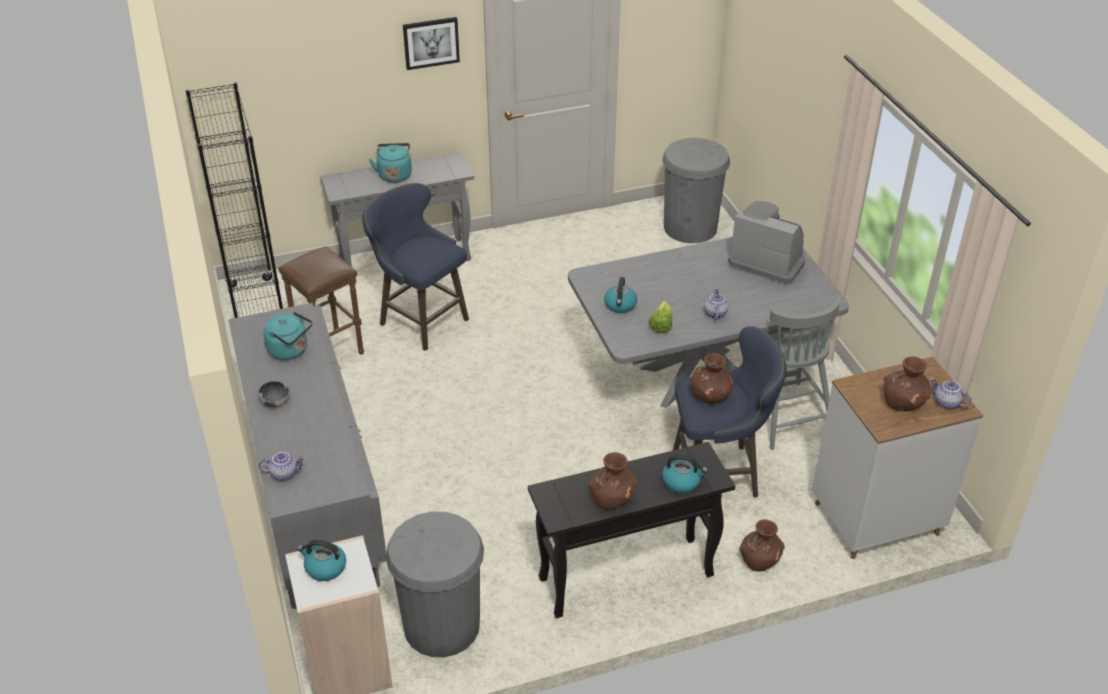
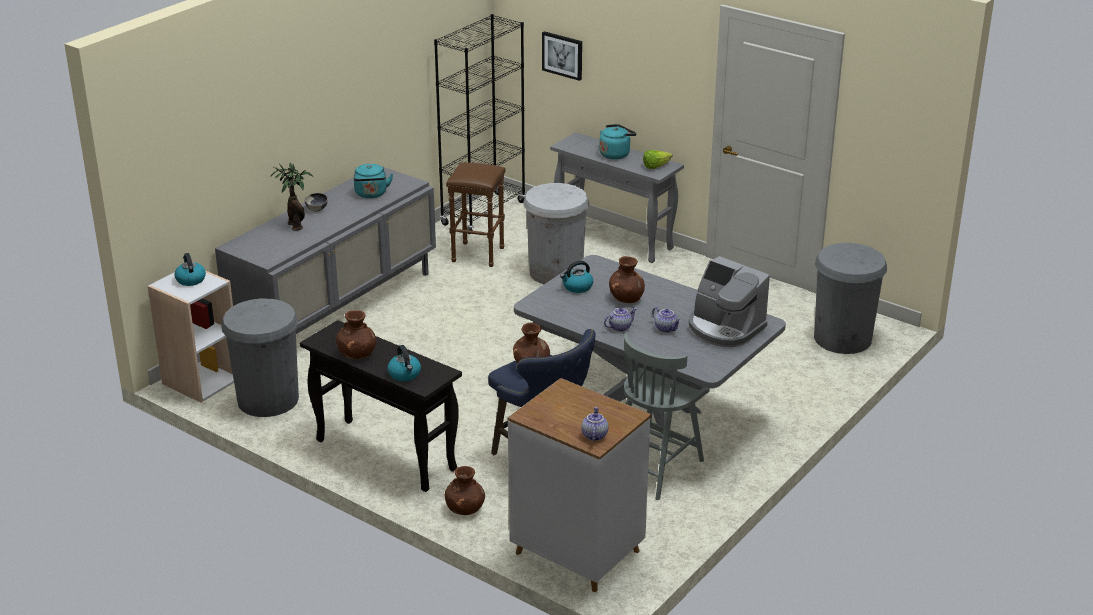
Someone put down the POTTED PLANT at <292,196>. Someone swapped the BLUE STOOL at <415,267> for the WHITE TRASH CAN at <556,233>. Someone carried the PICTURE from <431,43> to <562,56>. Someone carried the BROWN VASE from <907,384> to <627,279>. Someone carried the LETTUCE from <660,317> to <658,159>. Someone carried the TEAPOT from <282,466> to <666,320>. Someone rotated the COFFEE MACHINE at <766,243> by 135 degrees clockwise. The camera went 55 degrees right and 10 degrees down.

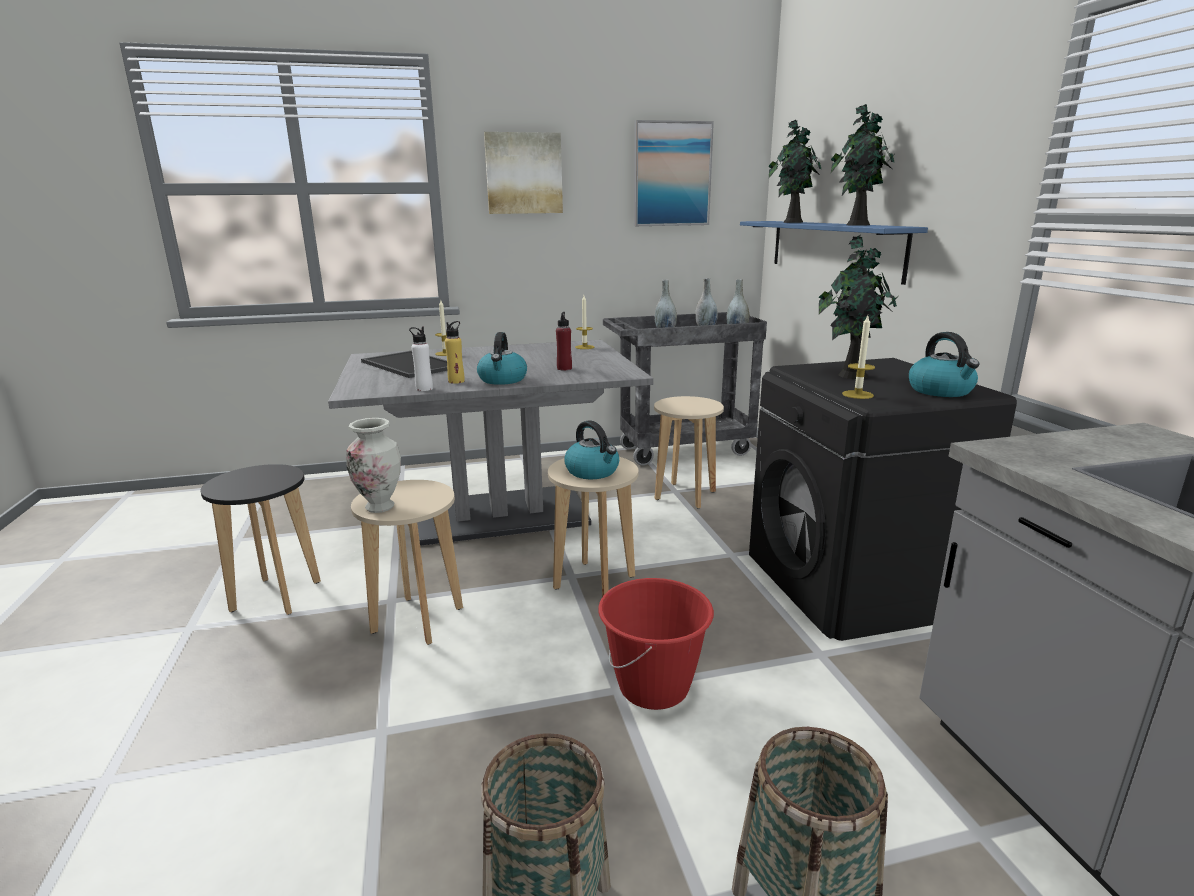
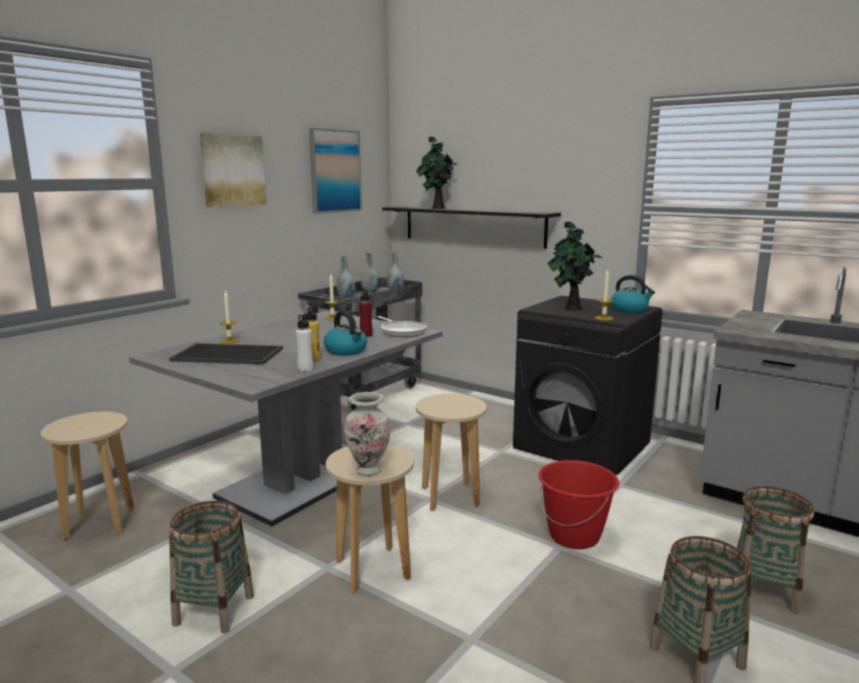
Someone carried the BEIGE STOOL from <689,452> to <87,476>. Someone swapped the BLACK STOOL at <260,539> for the BASKET at <211,567>. Someone put down the FRYING PAN at <402,326>. Someone repainted the BLUE SHELF at <834,253>, which became the BLACK SHELF at <471,227>. Someone took away the KETTLE at <591,449>. Someone took away the POTTED PLANT at <862,165>. The camera went 40 degrees left and 5 degrees down.

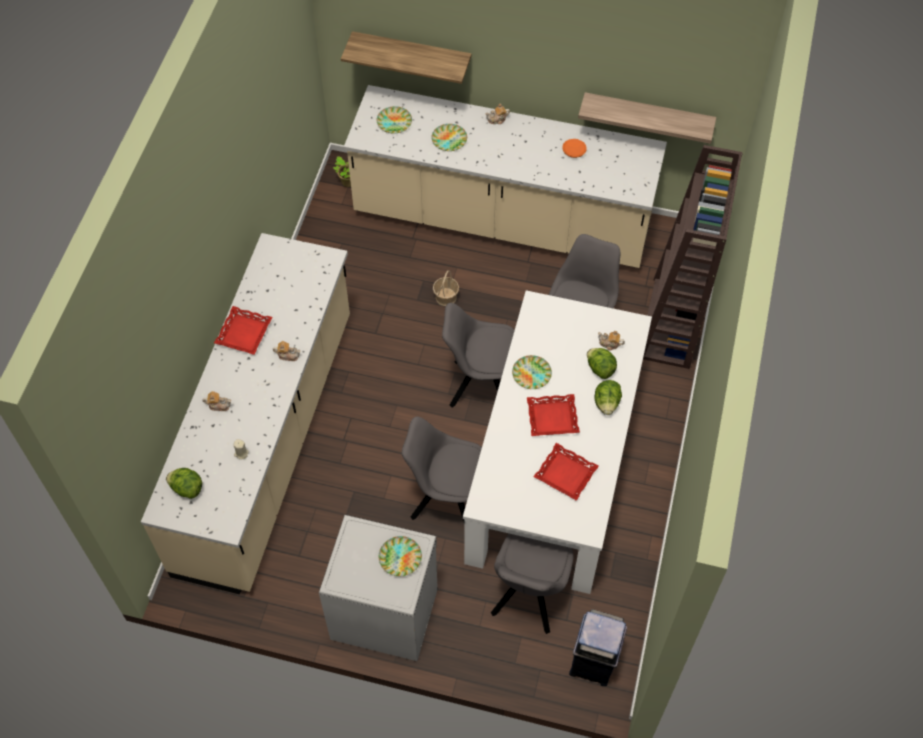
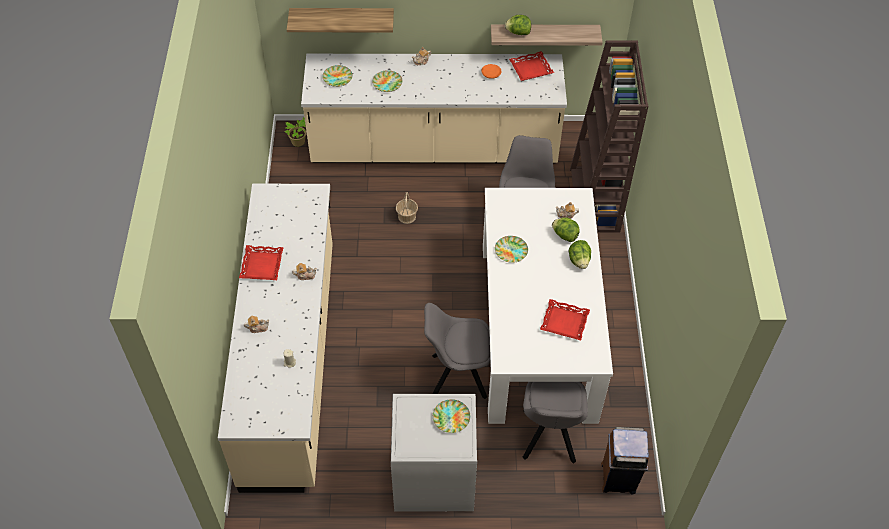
Someone carried the LETTUCE from <184,483> to <518,25>. Someone carried the RED TRAY from <553,415> to <531,66>. Someone repainted the BLUE TRASH CAN at <598,647>, which became the BROWN TRASH CAN at <625,460>. Someone took away the GREY CHAIR at <478,355>. The camera went 15 degrees left and 5 degrees down.

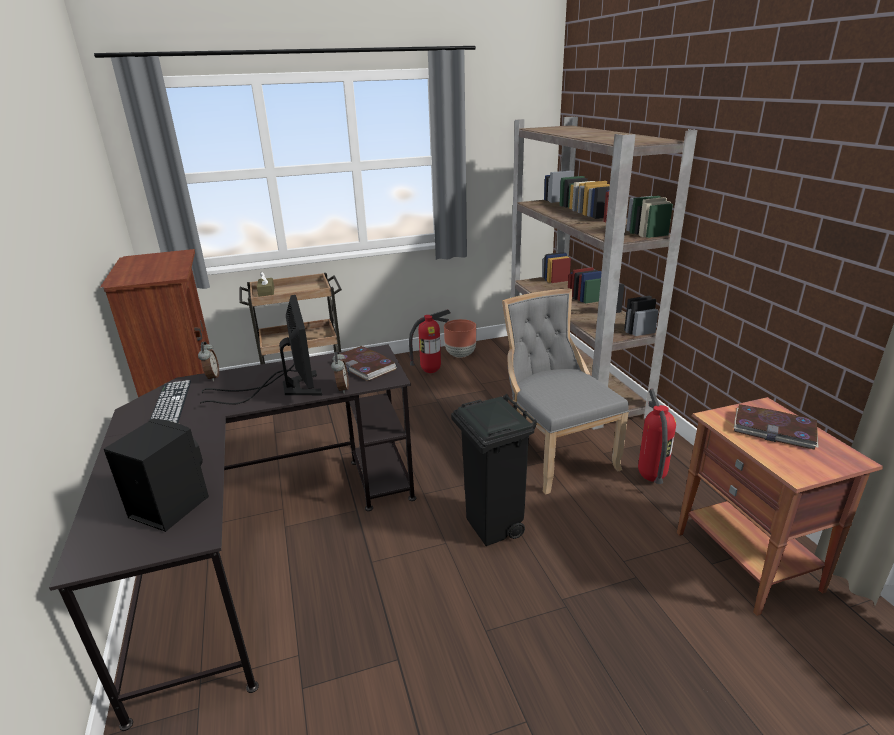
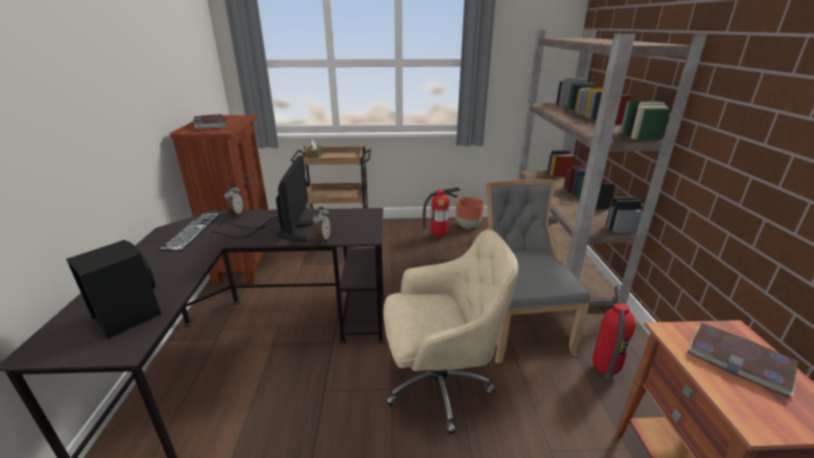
Someone carried the BOOK from <365,363> to <209,122>. Someone swapped the BLACK TRASH CAN at <494,470> for the BEIGE OFFICE CHAIR at <450,331>. The camera went 15 degrees right and 0 degrees up.

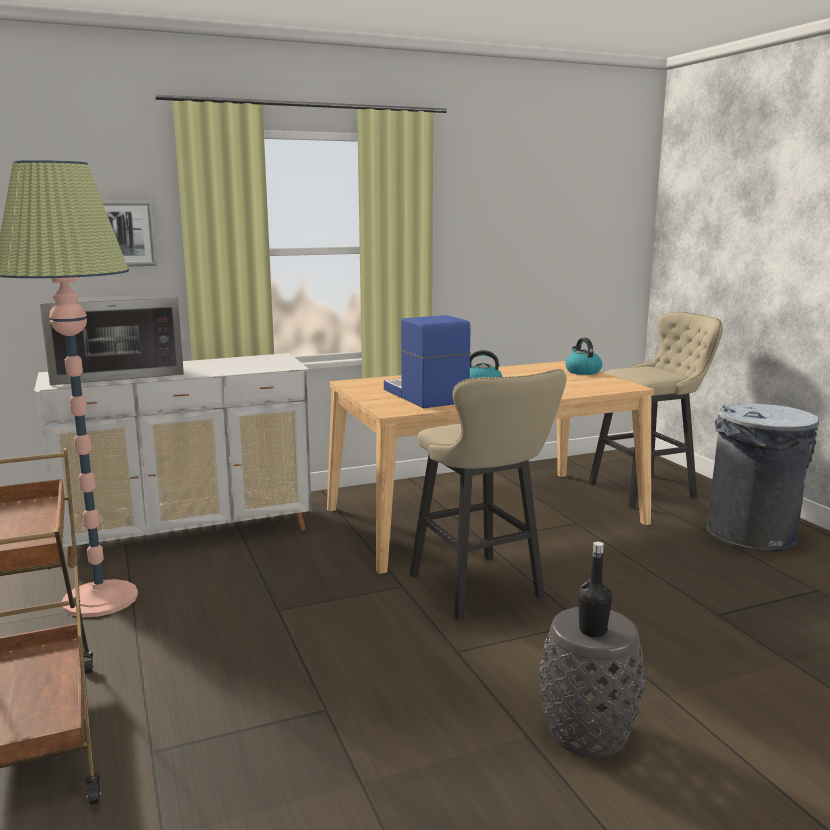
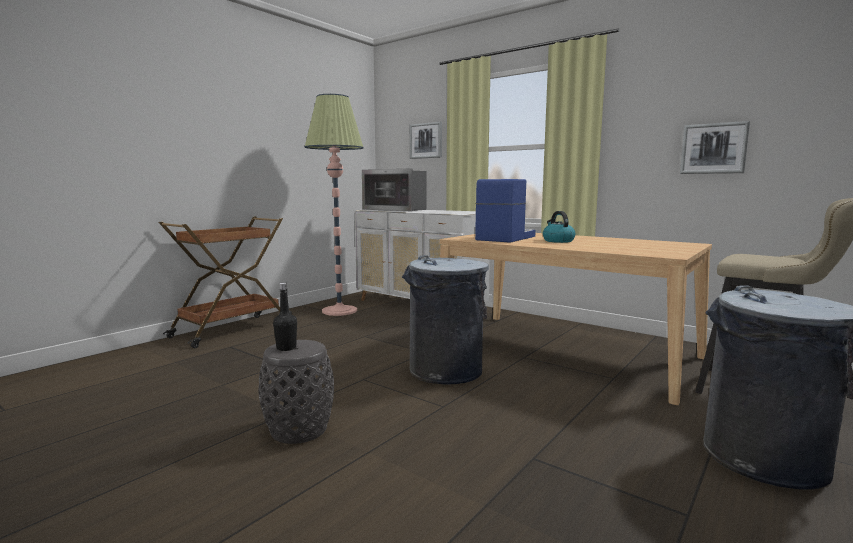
Someone swapped the BEIGE STOOL at <488,494> for the GREY TRASH CAN at <445,320>. Someone put up the PICTURE at <715,147>. Someone took away the KETTLE at <583,356>. The camera went 60 degrees right and 5 degrees down.

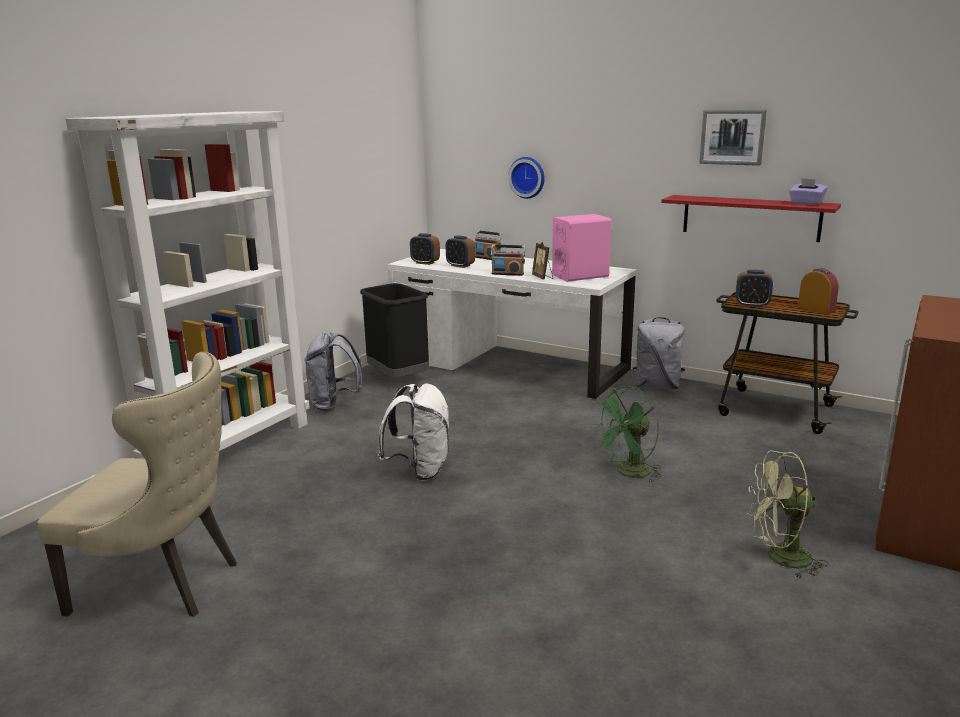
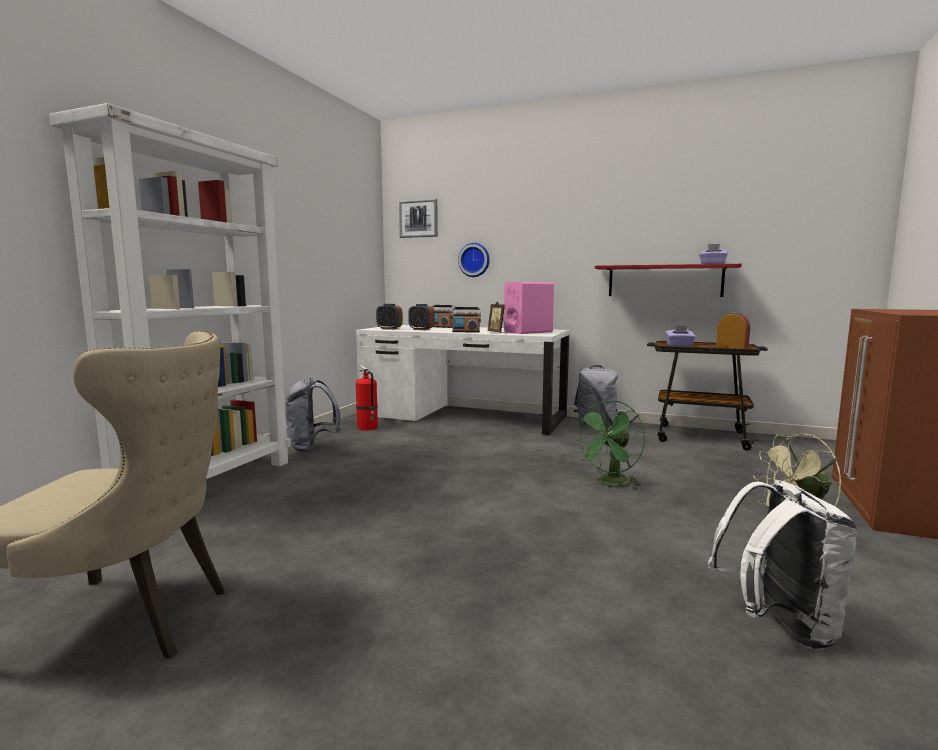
Someone swapped the BLACK TRASH CAN at <394,330> for the FIRE EXTINGUISHER at <367,397>. Someone carried the PICTURE from <733,138> to <418,218>. Someone swapped the ALARM CLOCK at <754,289> for the PURPLE TISSUE BOX at <680,336>. Someone carried the WHITE BACKPACK from <413,432> to <783,565>. The camera went 10 degrees left and 10 degrees down.

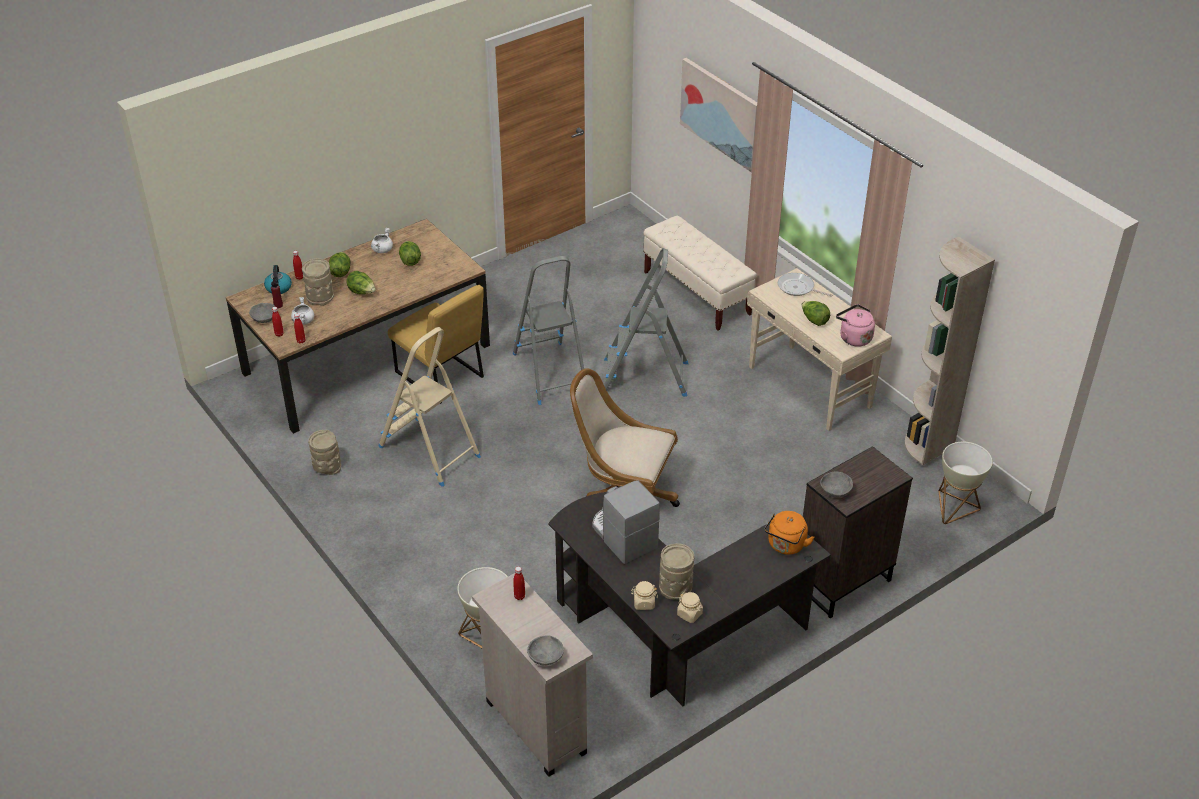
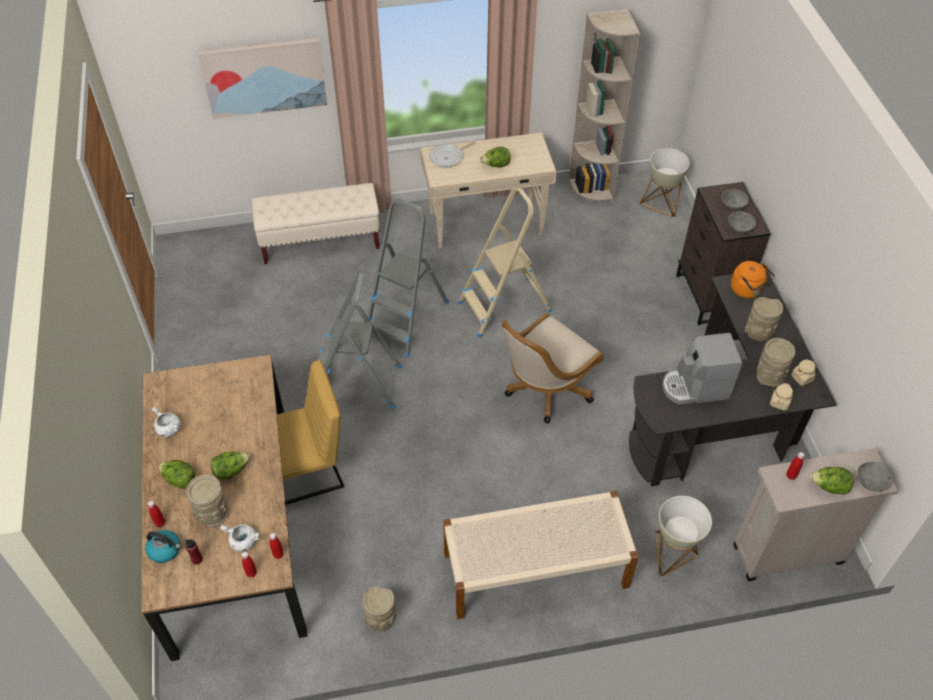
Someone put down the BEIGE BENCH at <541,555>. Someone carried the BEIGE STEP LADDER from <430,407> to <504,262>. Someone carried the GREY BOWL from <262,313> to <735,199>. Someone put down the BEIGE VASE at <764,319>. Someone carried the LETTUCE from <410,253> to <831,480>. Someone took away the PINK KETTLE at <855,325>. The camera went 65 degrees left and 10 degrees up.

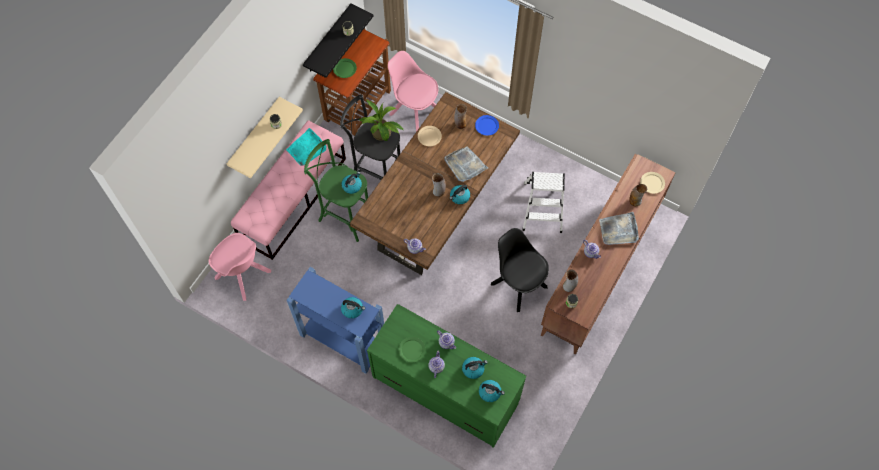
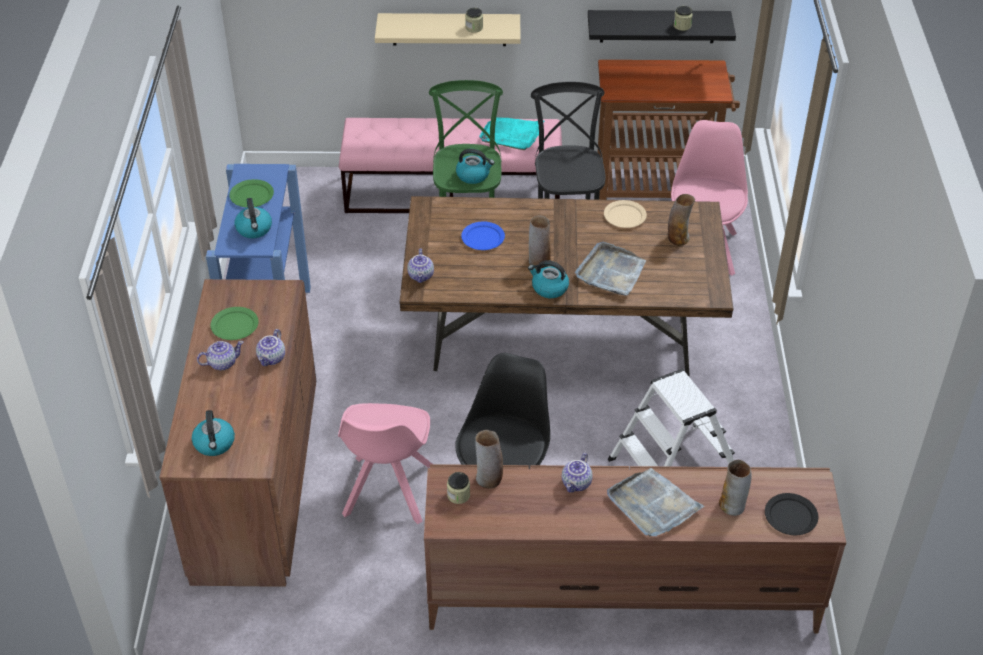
Someone repainted the GREEN DRESSER at <446,376>, which became the BROWN DRESSER at <237,433>. Someone carried the GREEN PLATE from <345,68> to <251,193>. Someone carried the PINK CHAIR from <240,267> to <385,463>. Someone carried the BLUE PLATE from <487,125> to <483,235>. Someone repainted the BEIGE PLATE at <652,183>, which became the BLACK PLATE at <791,514>. Someone took away the POTTED PLANT at <381,120>. Someone took away the KETTLE at <475,368>. The camera went 60 degrees right and 20 degrees down.

